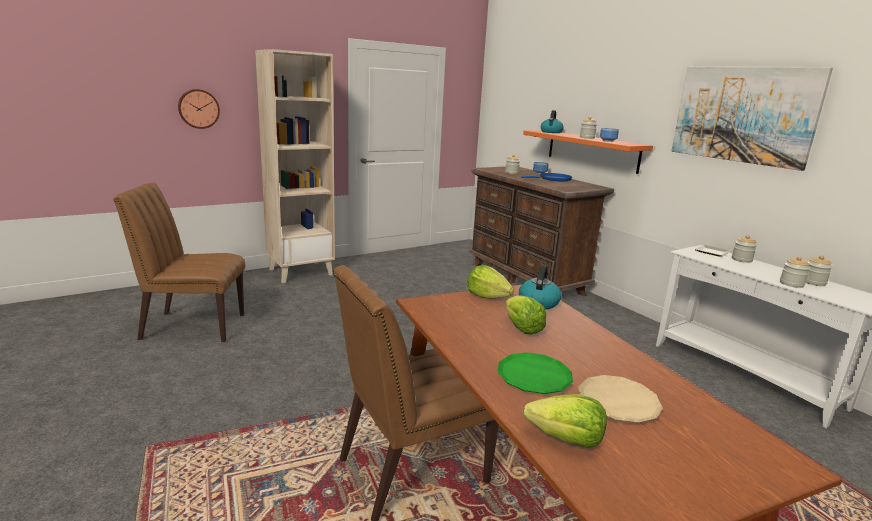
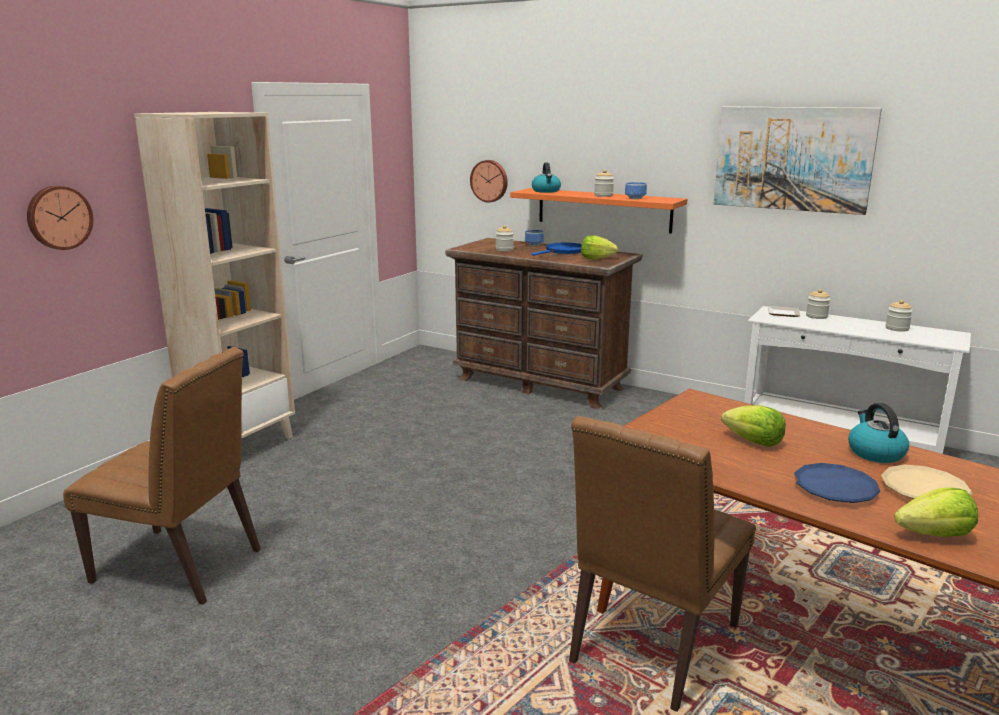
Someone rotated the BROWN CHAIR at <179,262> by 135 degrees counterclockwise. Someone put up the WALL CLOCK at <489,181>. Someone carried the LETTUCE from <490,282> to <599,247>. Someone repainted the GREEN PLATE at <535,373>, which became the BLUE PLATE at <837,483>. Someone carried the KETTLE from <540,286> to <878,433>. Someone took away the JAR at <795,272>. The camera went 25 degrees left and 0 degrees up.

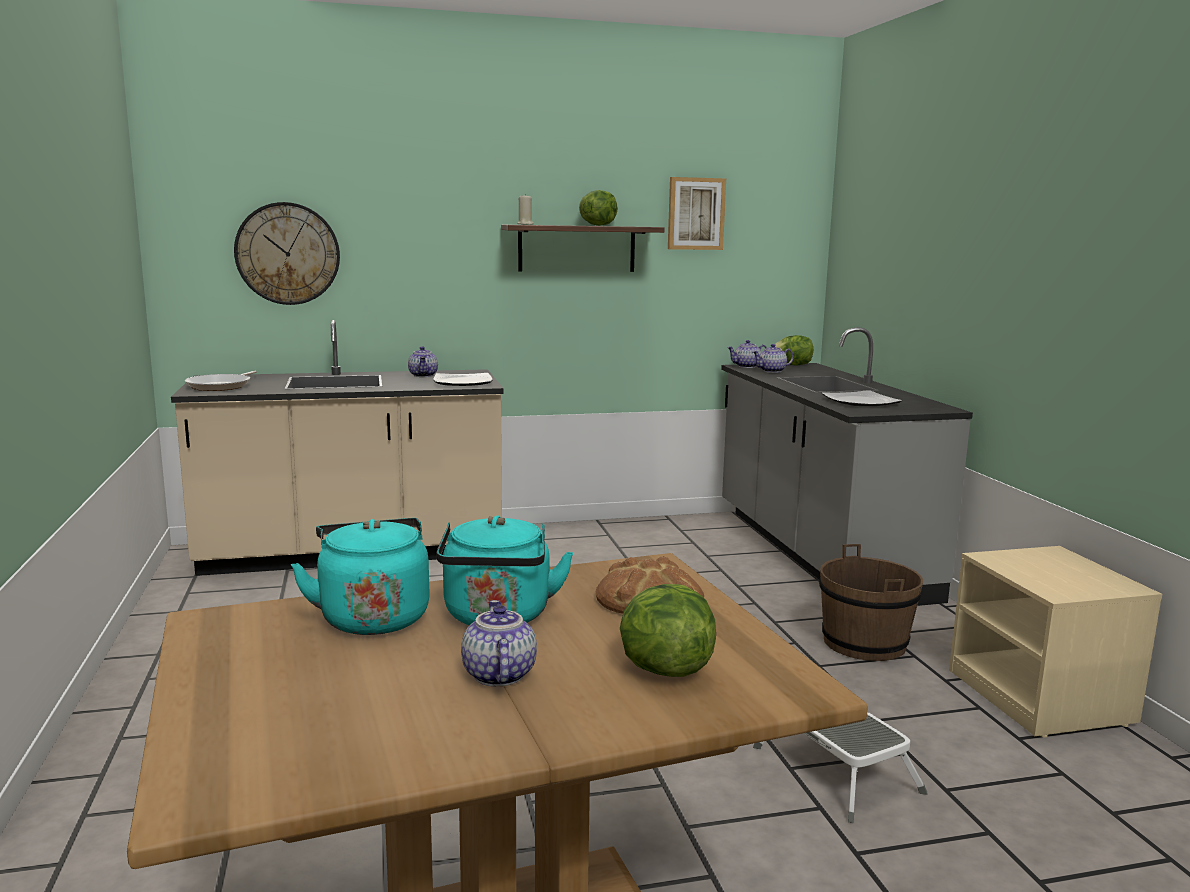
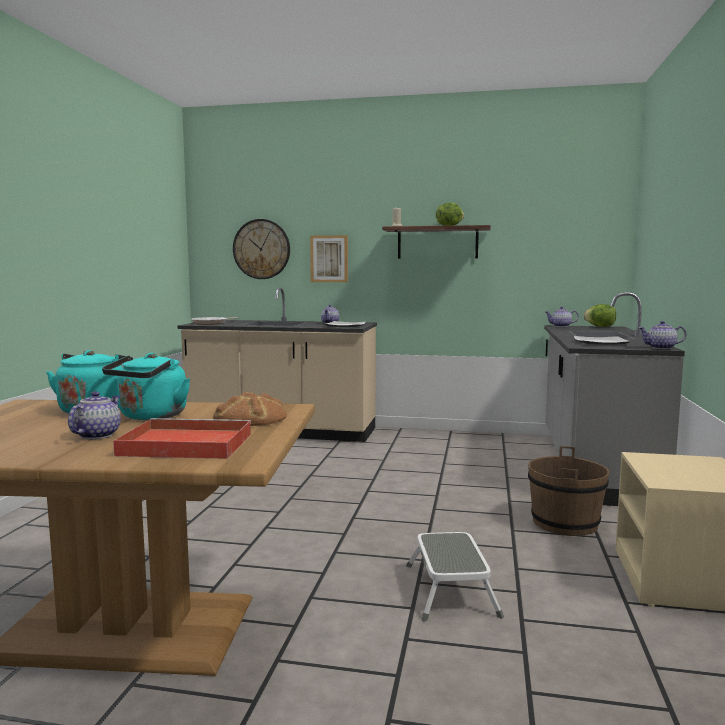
Someone swapped the LETTUCE at <668,630> for the RED TRAY at <182,438>. Someone carried the PICTURE from <697,213> to <329,258>. Someone carried the TEAPOT from <773,358> to <662,335>. The camera went 25 degrees right and 5 degrees down.

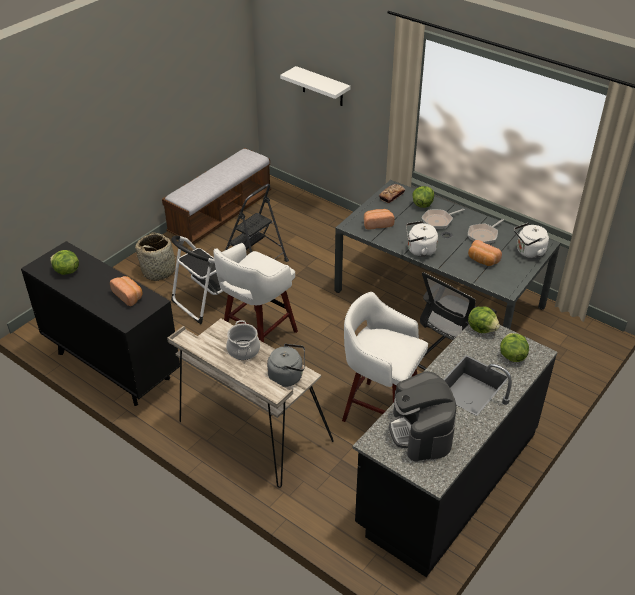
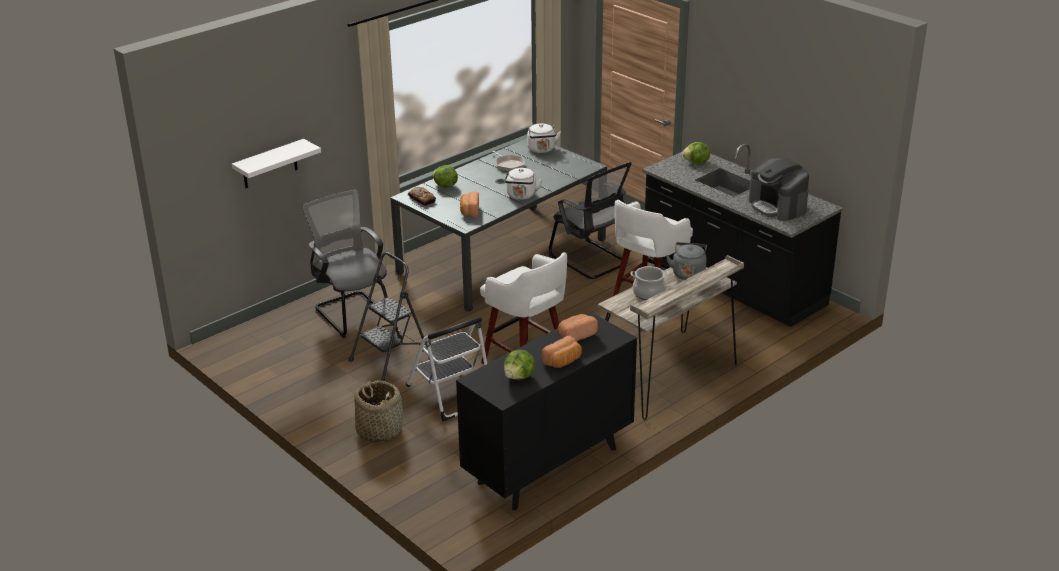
Someone put down the CHAIR at <345,264>. Someone carried the BREAD from <485,253> to <562,351>. Someone rotated the COFFEE MACHINE at <422,416> by 60 degrees clockwise. Someone took away the BENCH at <216,196>. Someone took away the FRYING PAN at <443,219>. Someone took away the LETTUCE at <484,320>. The camera went 80 degrees left and 10 degrees down.

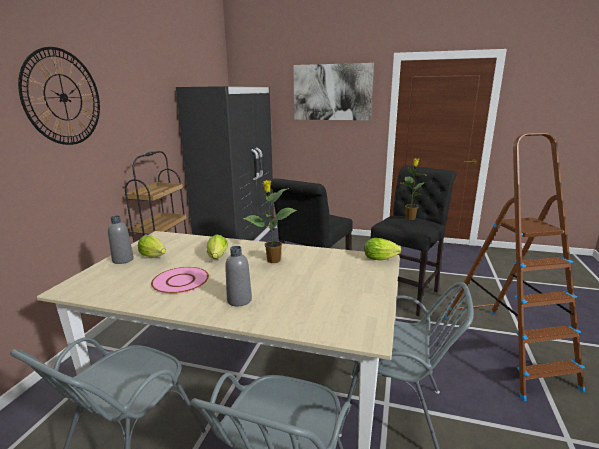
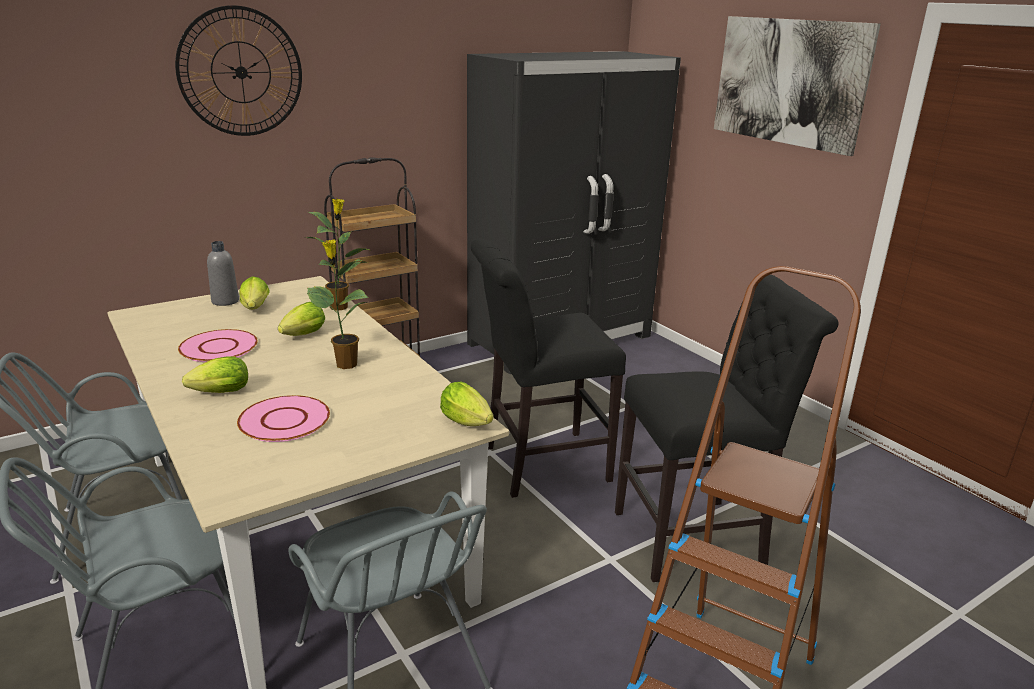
Someone swapped the GREY BOTTLE at <238,276> for the LETTUCE at <215,374>. Someone put down the PINK PLATE at <283,418>. Someone carried the POTTED PLANT from <413,189> to <338,254>. The camera went 40 degrees right and 5 degrees up.

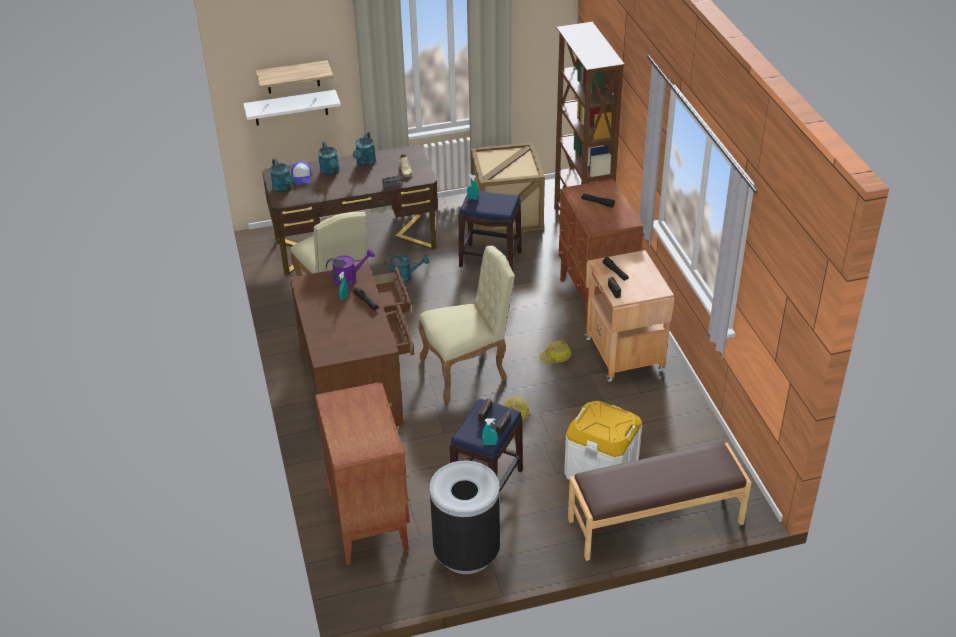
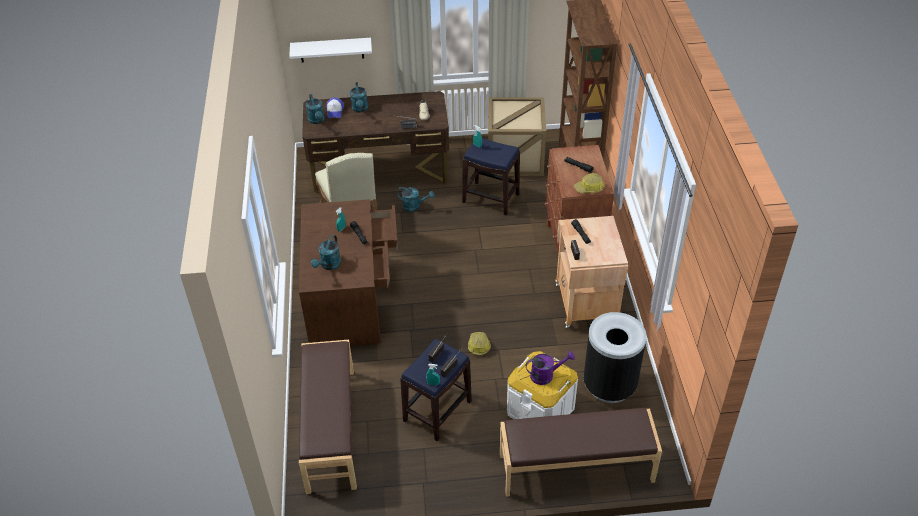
Someone swapped the BROWN DRESSER at <363,473> for the BROWN BENCH at <328,417>. Someone carried the TURQUOISE WATERING CAN from <364,149> to <326,252>. Someone carried the PURPLE WATERING CAN from <350,268> to <550,368>. Someone carried the HARD HAT from <555,352> to <589,183>. Someone carried the BLACK TRASH CAN from <465,517> to <615,357>. Someone took away the SHELF at <294,77>. Someone took away the BEIGE CHAIR at <467,325>. The camera went 10 degrees right and 5 degrees up.

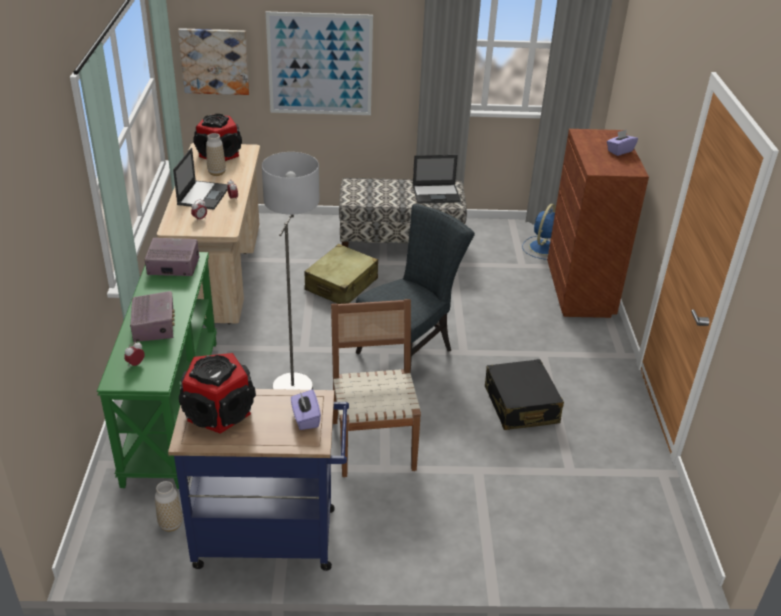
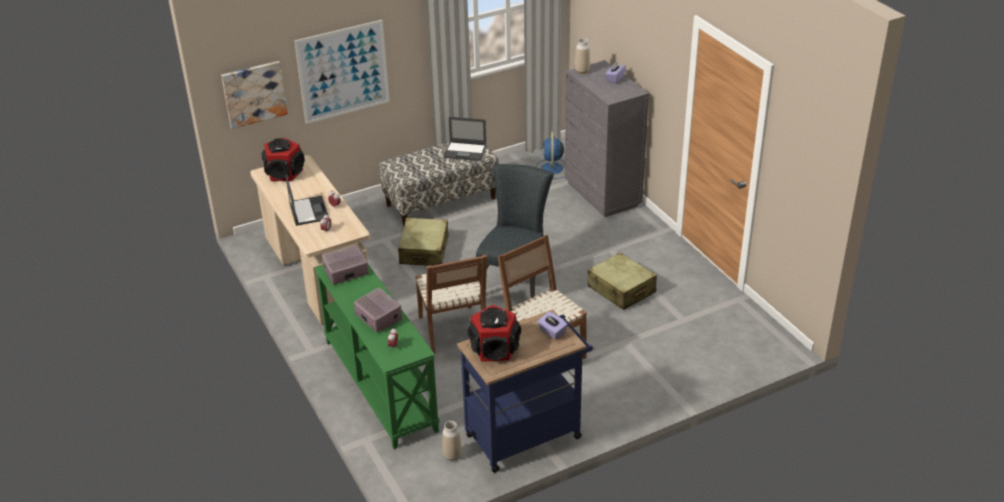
Someone swapped the GREY FLOOR LAMP at <290,271> for the CHAIR at <451,304>. Someone rotated the LAPTOP at <437,179> by 45 degrees clockwise. Someone repainted the BROWN DRESSER at <598,223>, which became the GREY DRESSER at <607,138>. Someone carried the VASE from <216,154> to <582,56>. Someone repainted the BLACK SUITCASE at <524,394>, which became the BEIGE SUITCASE at <622,281>. The camera went 25 degrees left and 0 degrees up.

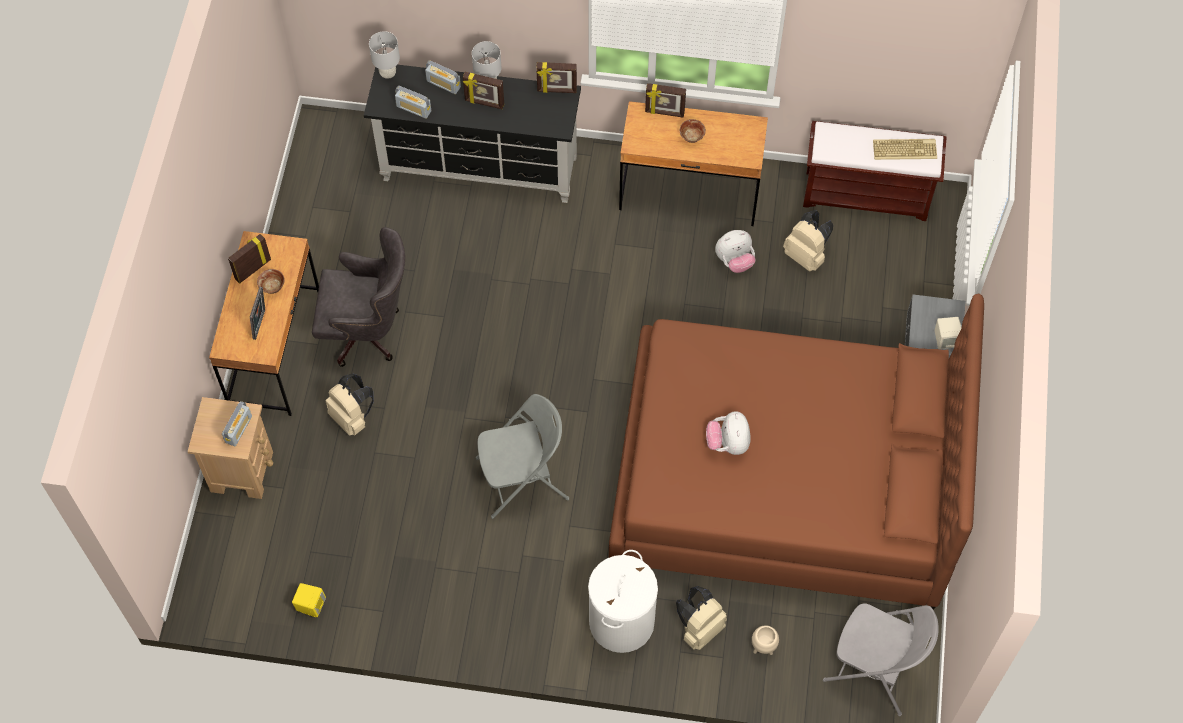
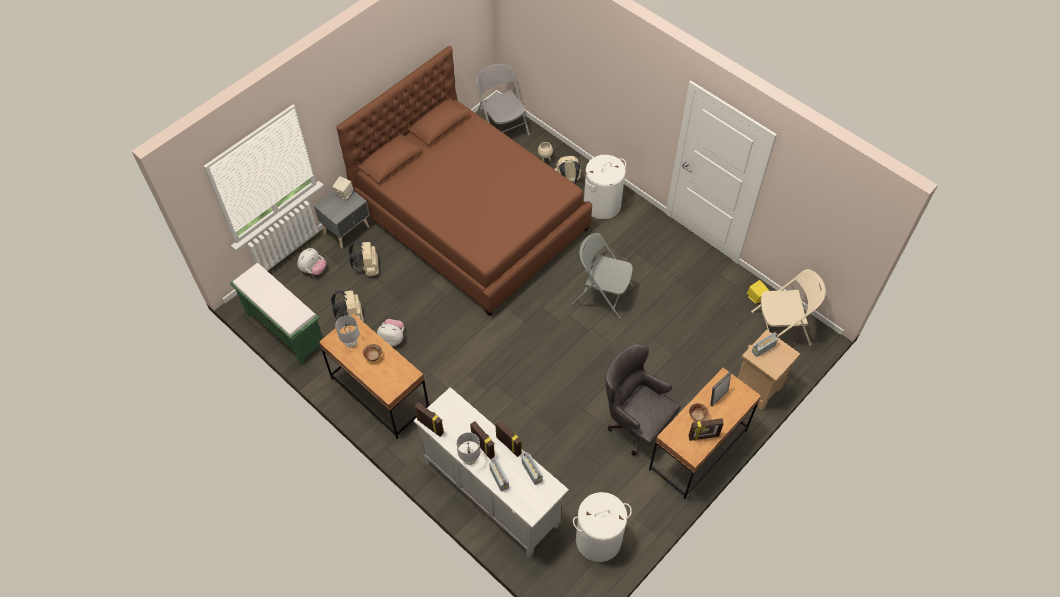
Someone repainted the BROWN BENCH at <875,171>, which became the GREEN BENCH at <276,314>. Someone carried the PLUSH TOY from <728,433> to <311,261>. Someone carried the GREY TABLE LAMP from <384,55> to <347,332>. Someone carried the BEIGE BACKPACK from <350,404> to <364,258>. Someone repainted the BLACK DRESSER at <472,134>, which became the WHITE DRESSER at <491,472>. Someone carried the PICTURE FRAME from <665,100> to <508,438>. Someone put down the WHITE LAUNDRY BASKET at <602,527>. Someone put down the BEIGE CHAIR at <788,307>. Someone took away the KEYBOARD at <905,149>. The camera went 145 degrees left and 5 degrees down.

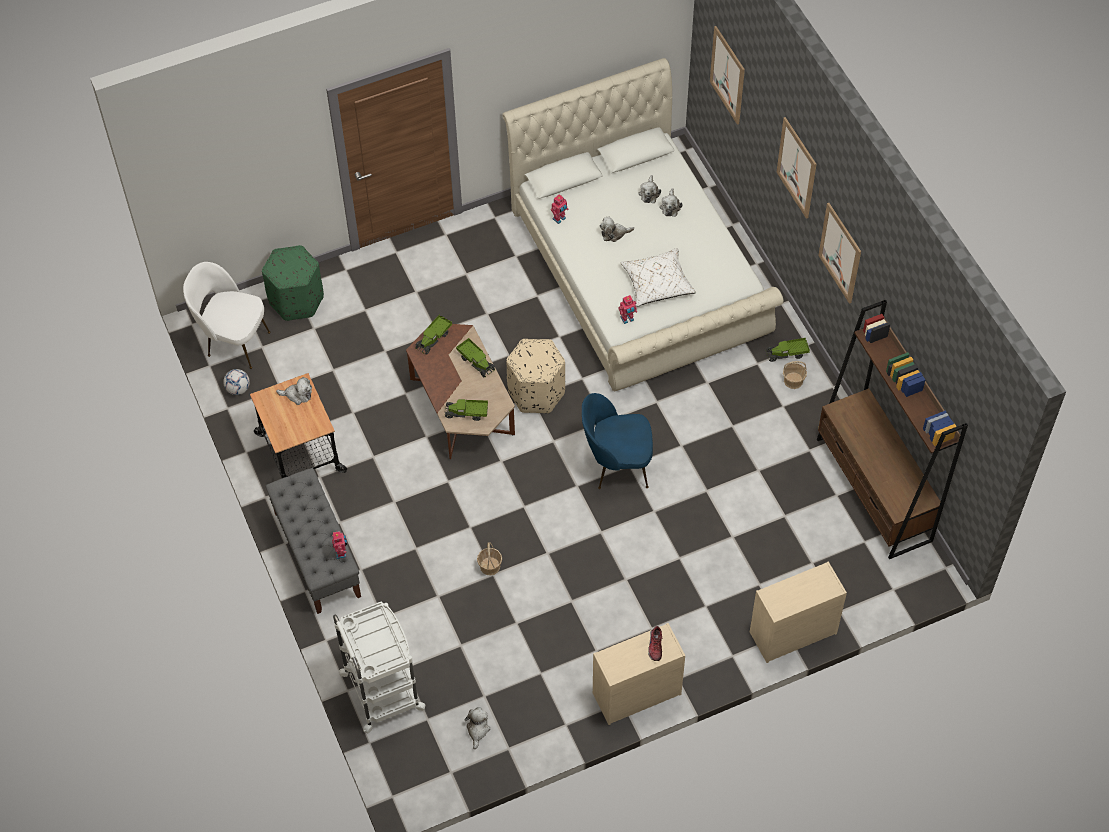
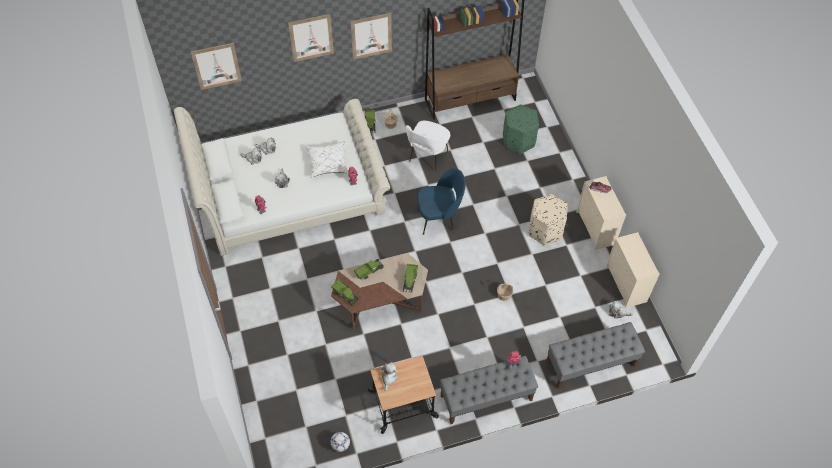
Someone carried the WHITE CHAIR from <226,315> to <428,146>. Someone rotated the BLUE CHAIR at <617,441> by 105 degrees counterclockwise. Someone carried the GREEN OTTOMAN from <293,283> to <521,129>. Someone carried the BEIGE OTTOMAN from <535,376> to <548,219>. Someone swapped the WHITE CART at <379,667> for the GREY BENCH at <595,355>. Someone carried the BEIGE DRESSER from <798,612> to <633,270>. The camera went 85 degrees left and 0 degrees up.

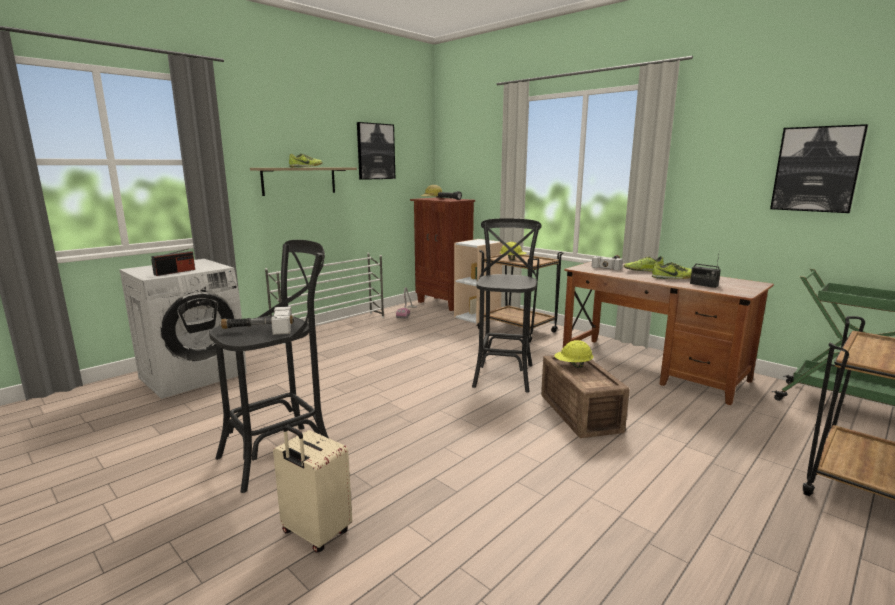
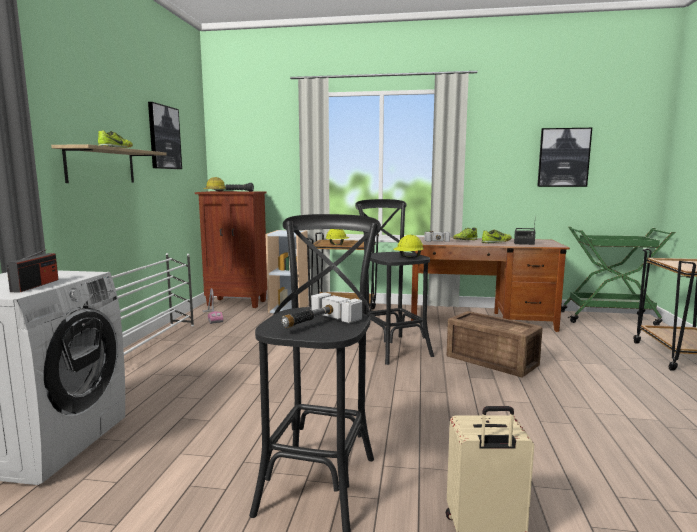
Someone carried the YELLOW HARD HAT from <573,354> to <409,246>. The camera went 35 degrees left and 5 degrees down.

